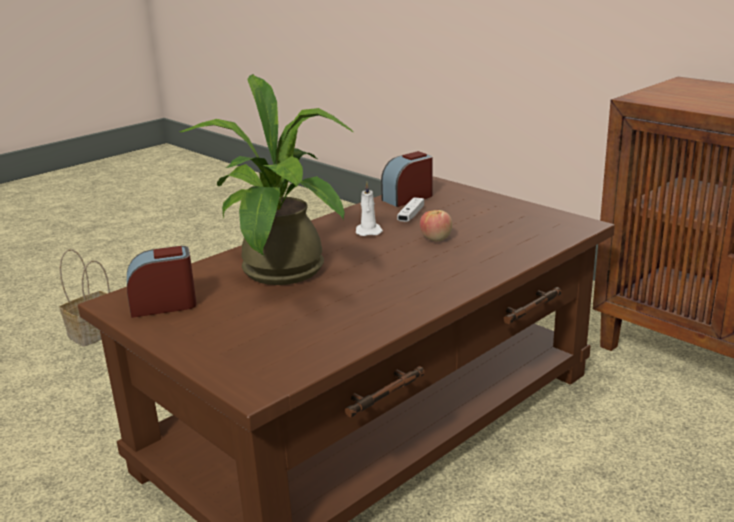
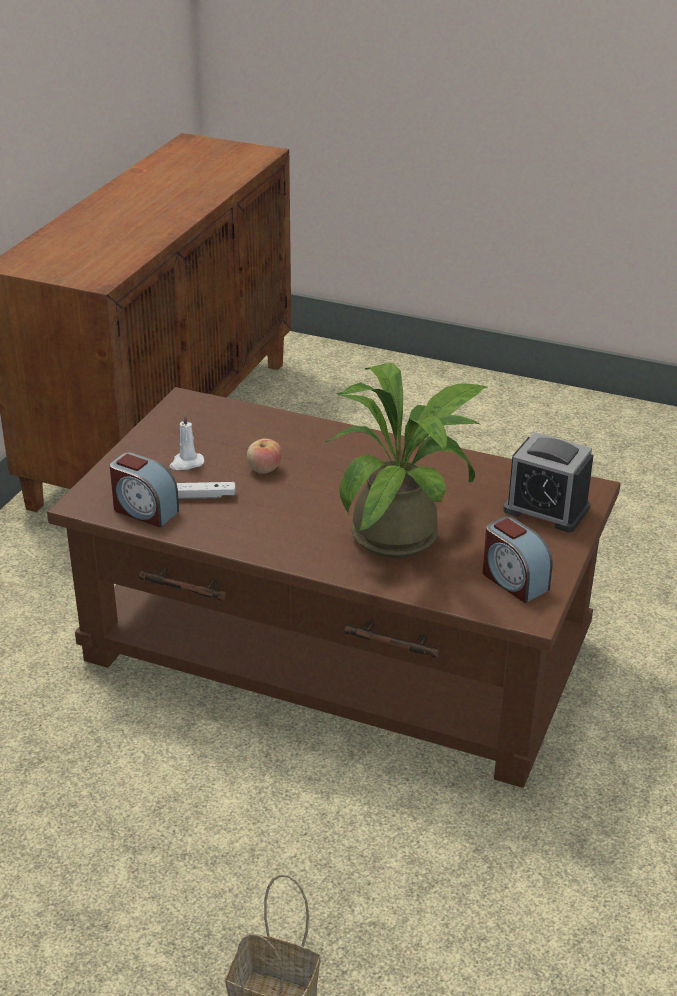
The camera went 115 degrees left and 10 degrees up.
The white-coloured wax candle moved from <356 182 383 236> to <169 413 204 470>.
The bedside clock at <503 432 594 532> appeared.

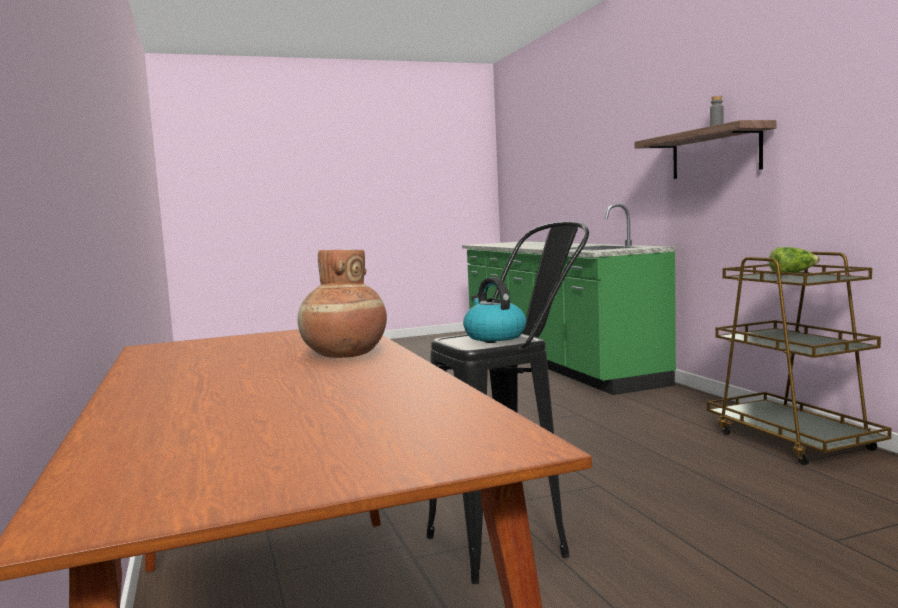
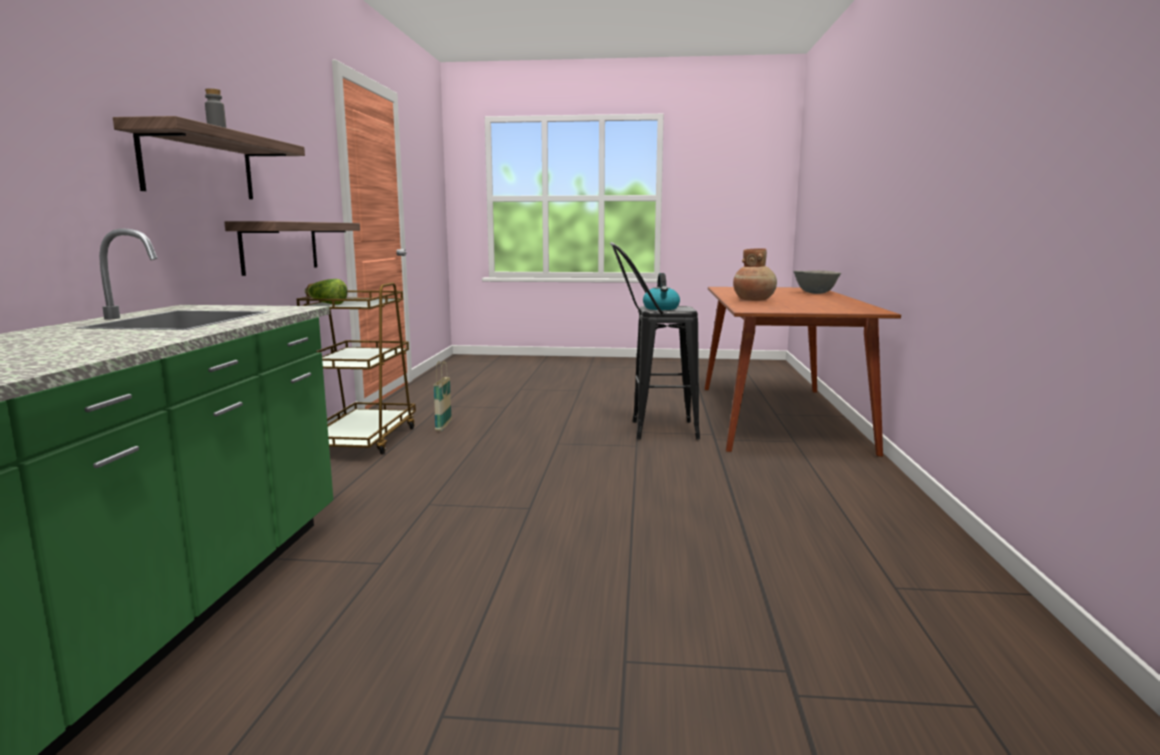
The camera went 155 degrees left and 5 degrees up.
The bracket shelf at <225 221 360 276> appeared.
The household basket at <433 361 452 431> appeared.
The greyish bowl at <793 270 841 294> appeared.

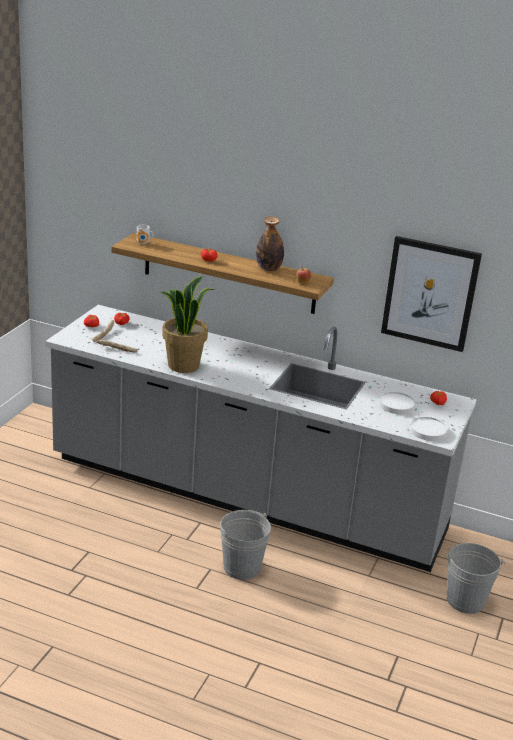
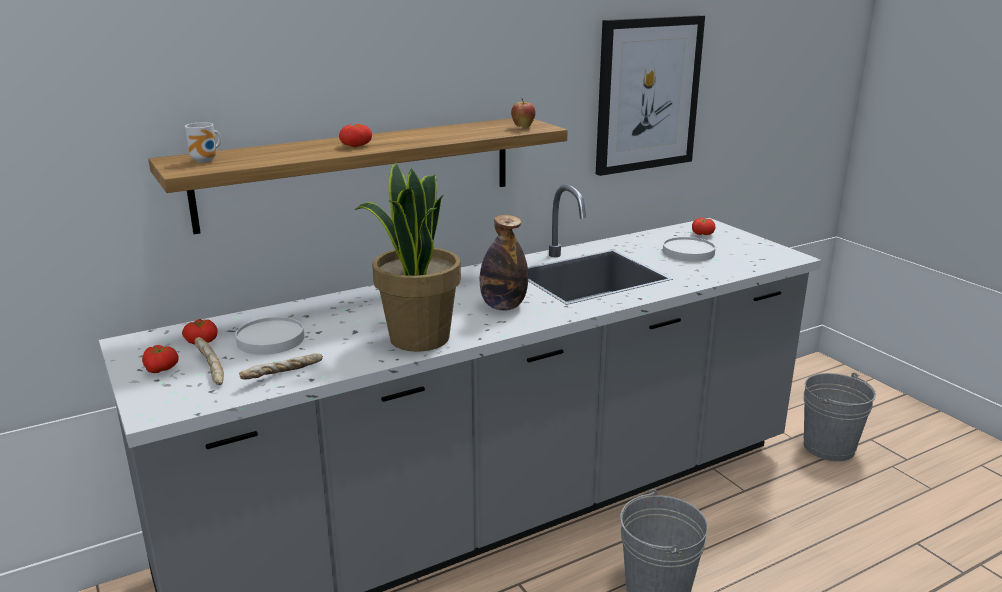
The camera went 50 degrees left and 5 degrees down.
The bottle moved from <256 216 284 271> to <480 215 528 311>.
The white-coloured plate moved from <410 417 448 441> to <235 317 304 355>.

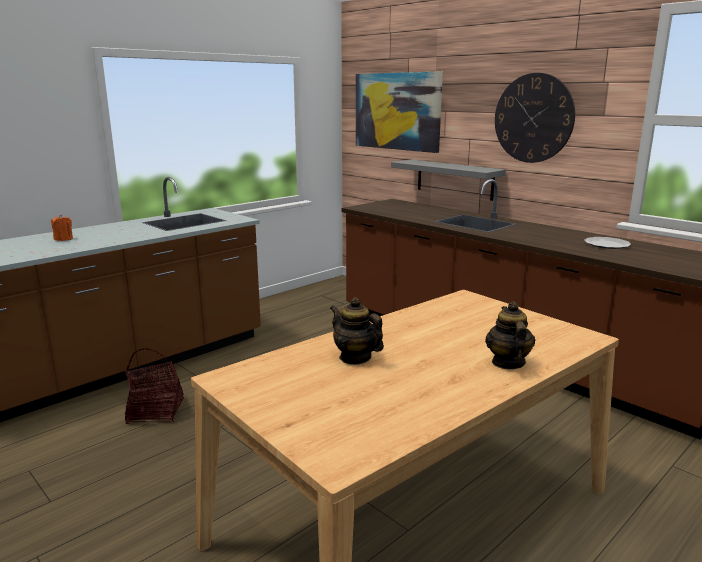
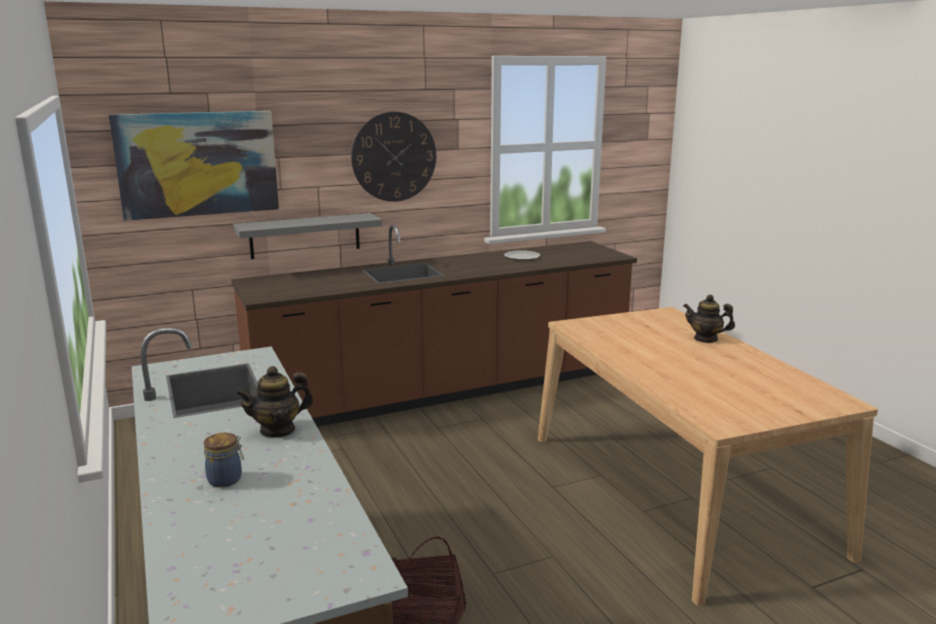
The camera went 70 degrees left and 0 degrees up.
The orange wax candle at <51 215 73 241> was replaced by the preserve jar at <204 433 244 487>.
The tea pot moved from <330 297 384 365> to <235 366 314 438>.

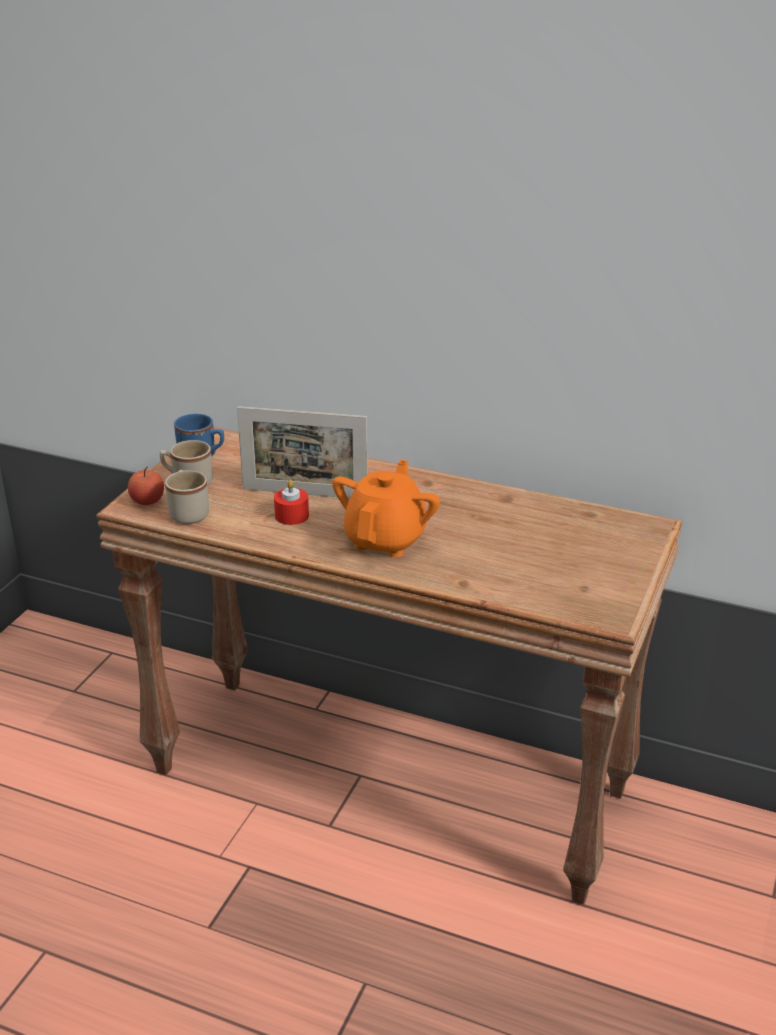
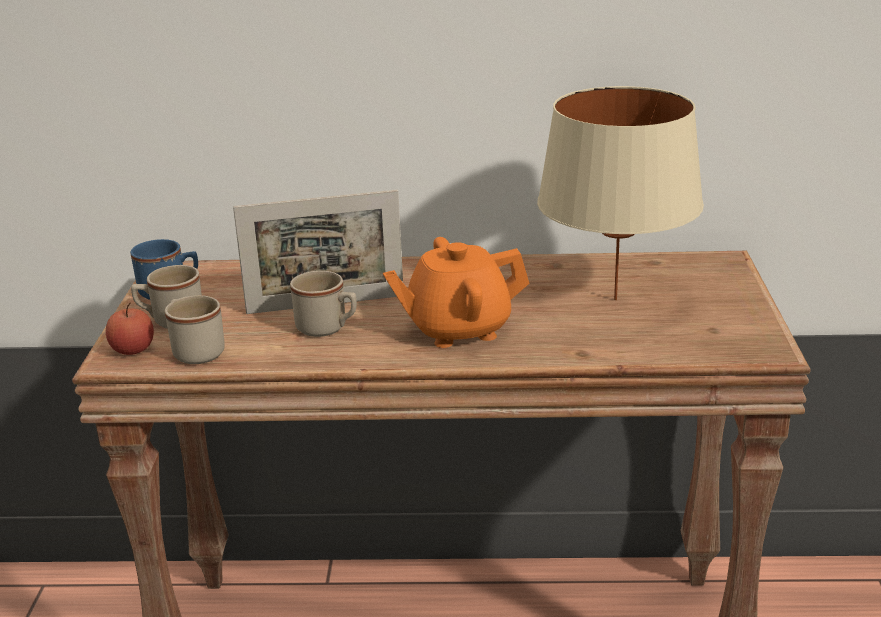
The camera went 20 degrees left and 5 degrees down.
The reddish wax candle at <274 480 309 525> was replaced by the beige-coloured mug at <290 271 357 337>.
The orange tea pot at <332 460 440 557> turned 105 degrees counterclockwise.
The beige-coloured tabletop lamp at <537 86 704 300> appeared.

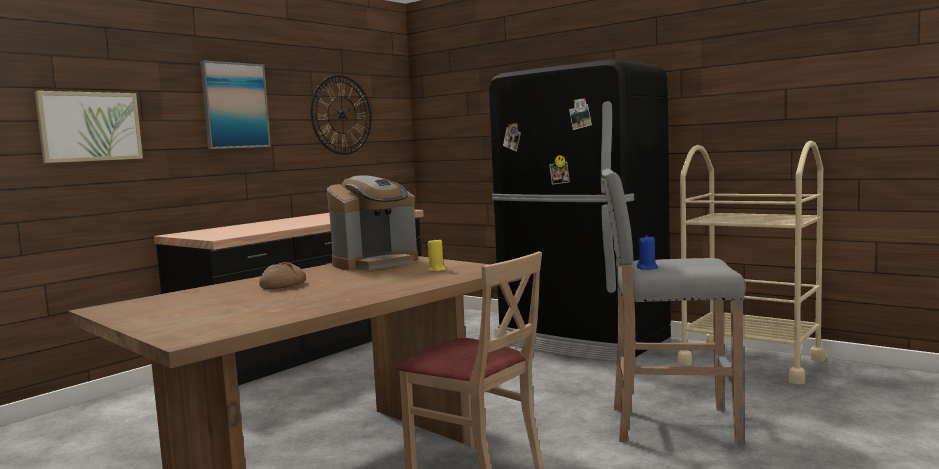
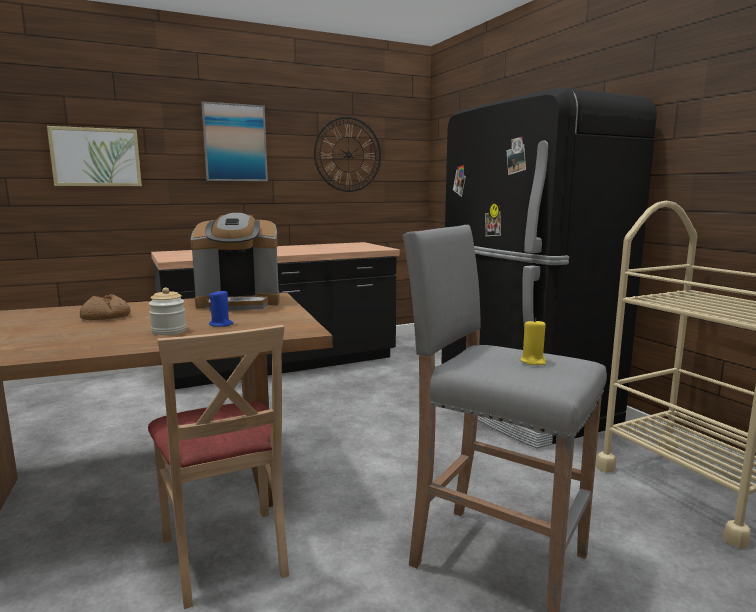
The camera went 25 degrees right and 5 degrees up.
The yellowish wax candle moved from <428 240 446 271> to <520 318 546 365>.
The blue wax candle moved from <637 236 658 270> to <209 289 233 327>.
The preserve jar at <149 287 186 335> appeared.

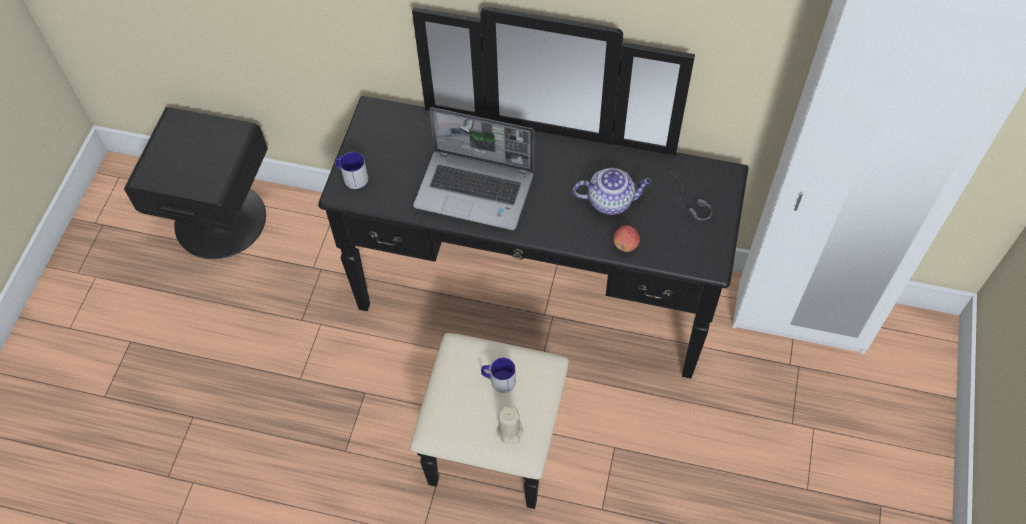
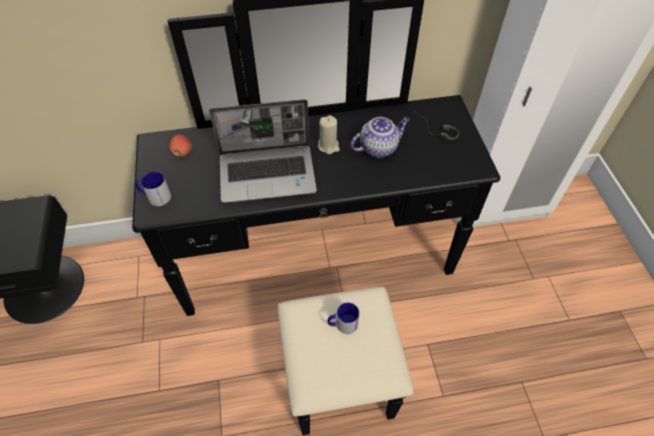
The camera went 25 degrees left and 5 degrees down.
The beige-coloured wax candle moved from <497 406 523 444> to <318 115 340 154>.
The apple moved from <613 225 640 252> to <169 135 192 157>.

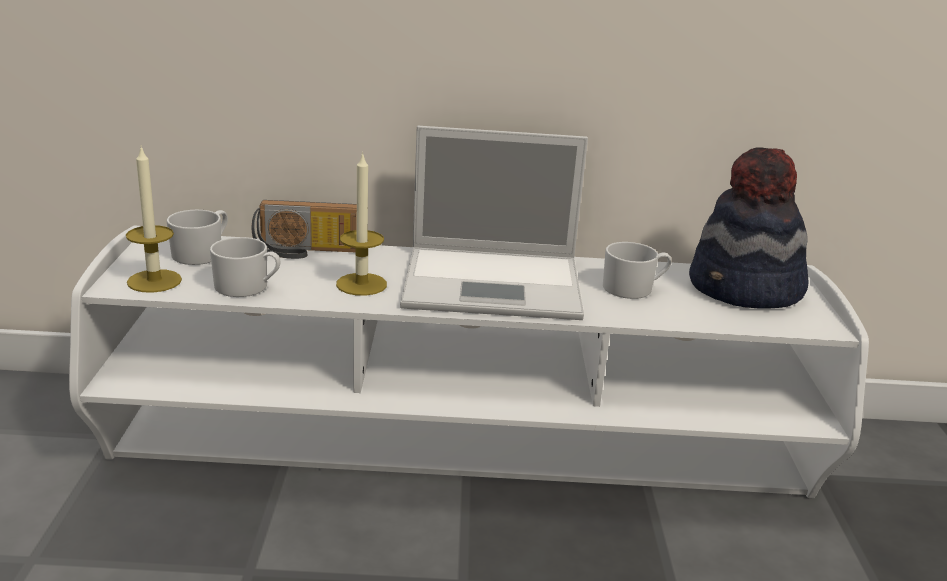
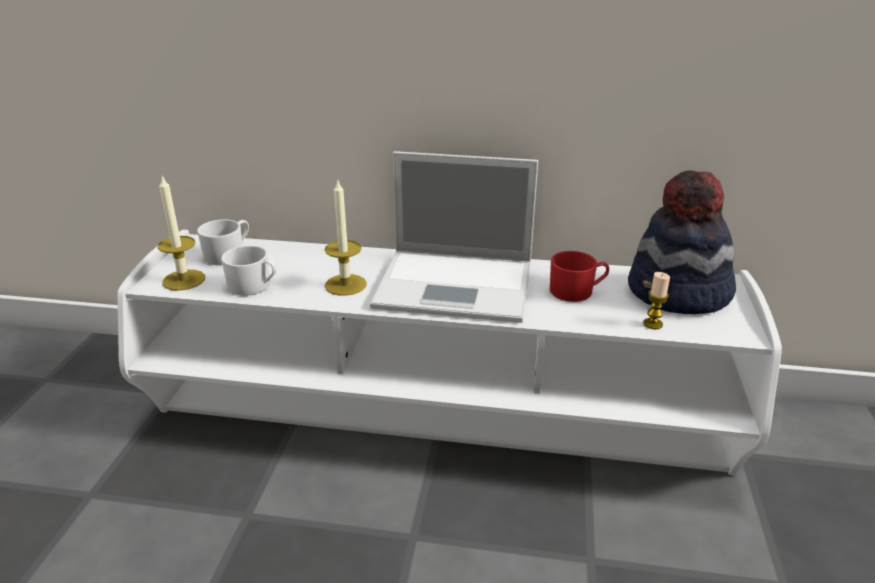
The camera went 10 degrees right and 5 degrees up.
The radio at <251 200 357 259> disappeared.
The white-coloured mug at <603 242 671 299> became the reddish mug at <550 251 609 302>.
The wax candle at <643 272 670 329> appeared.

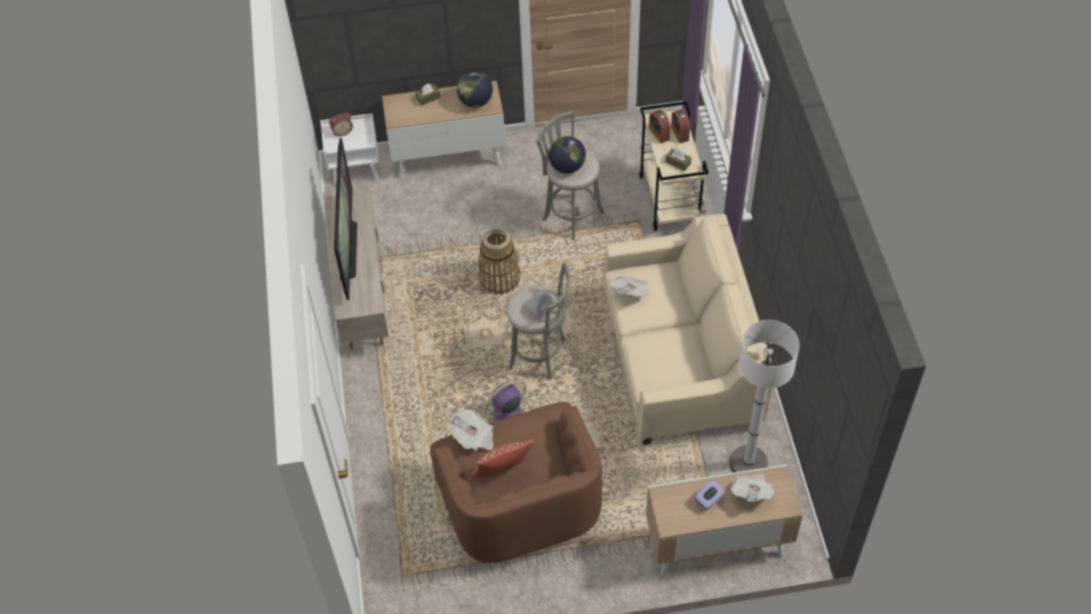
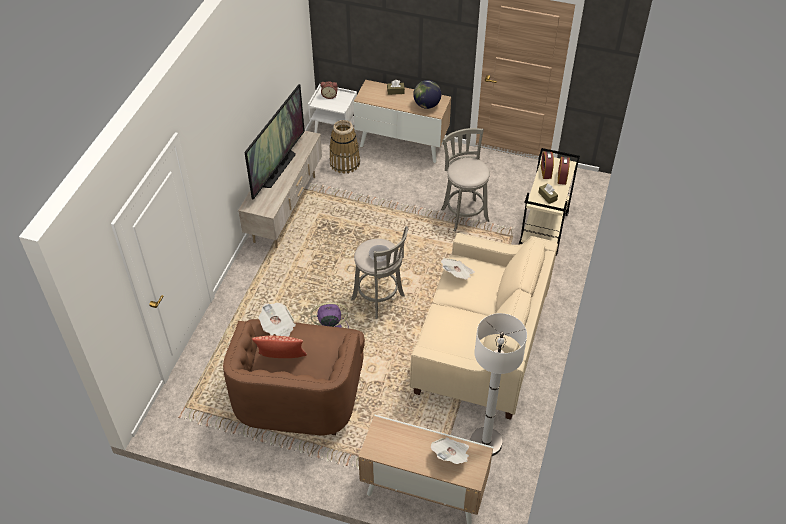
The camera went 25 degrees right and 5 degrees down.
The household basket moved from <478 228 520 295> to <329 120 360 174>.
The globe at <549 136 586 174> disappeared.
The purple-coloured tissue box at <695 480 725 511> disappeared.

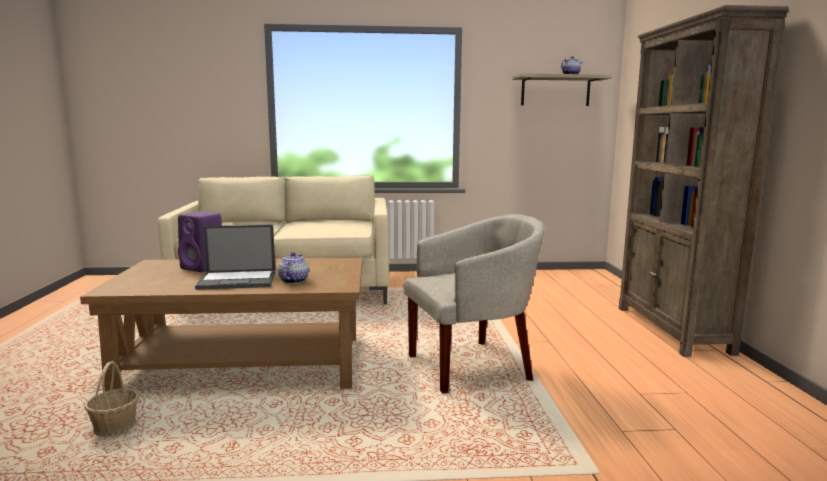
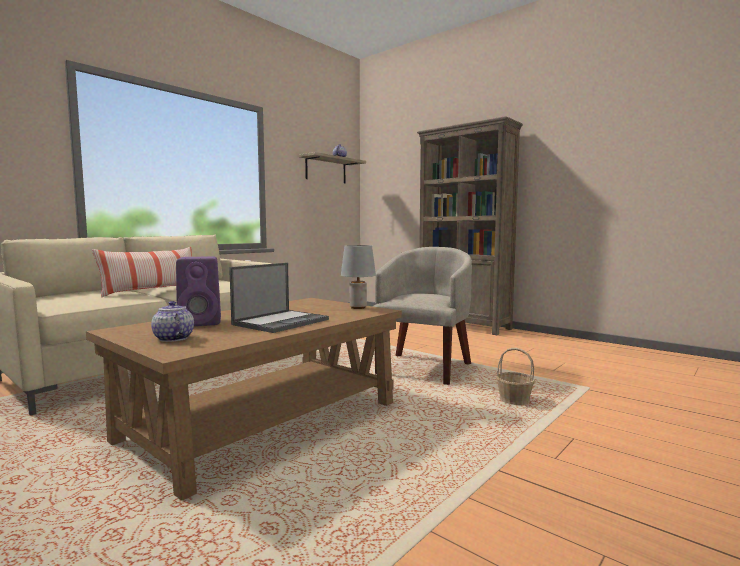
The camera went 45 degrees left and 5 degrees down.
The household basket moved from <84 361 139 437> to <496 348 535 405>.
The tea pot moved from <278 252 309 284> to <151 301 194 342>.
The cushion at <92 247 192 297> appeared.
The greyish tabletop lamp at <341 245 376 309> appeared.

